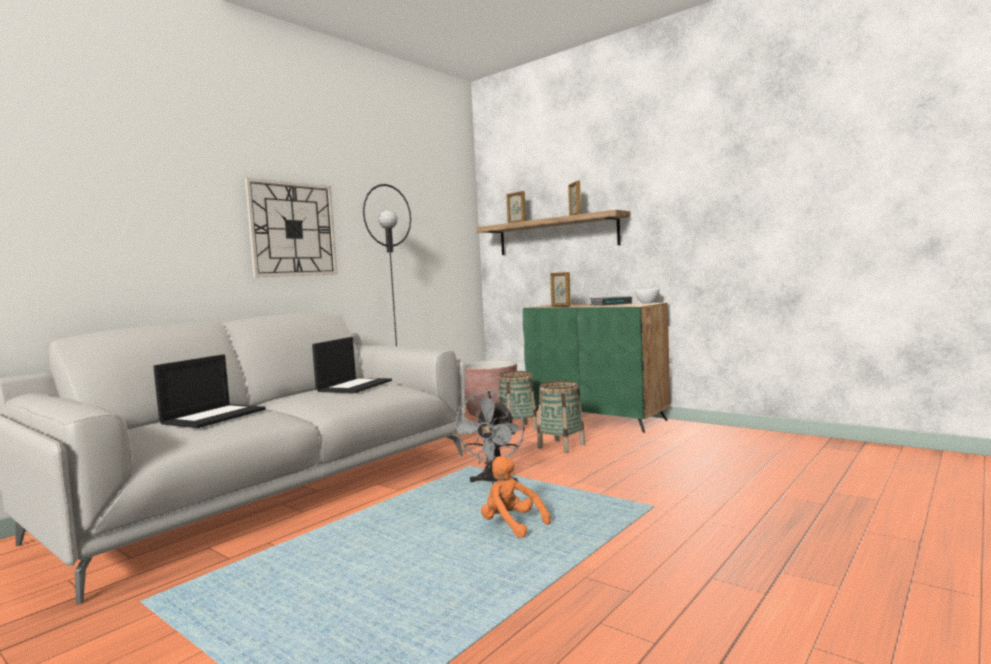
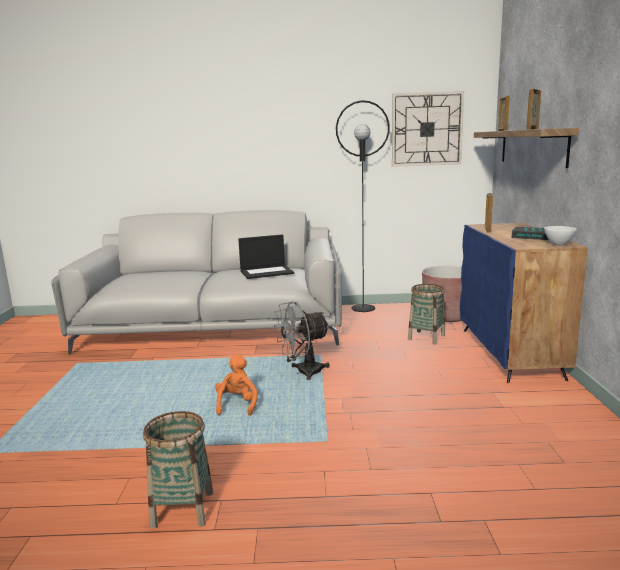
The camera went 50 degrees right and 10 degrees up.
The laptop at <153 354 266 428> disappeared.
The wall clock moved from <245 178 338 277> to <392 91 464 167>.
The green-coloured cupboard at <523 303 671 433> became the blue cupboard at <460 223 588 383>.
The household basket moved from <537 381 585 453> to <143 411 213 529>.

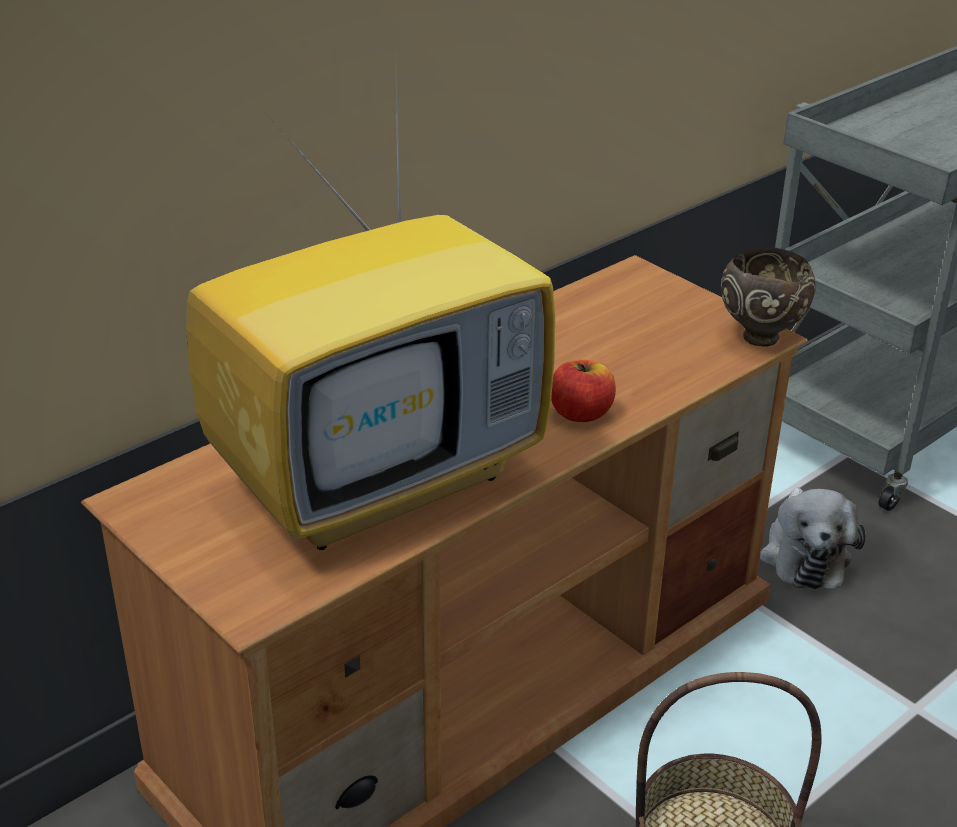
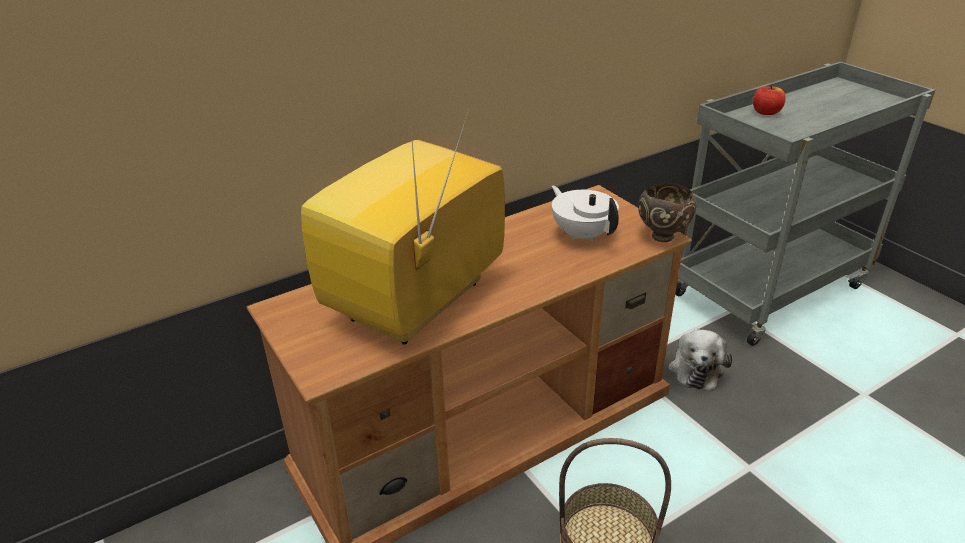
The camera went 10 degrees right and 0 degrees up.
The TV set at <186 50 555 550> turned 150 degrees clockwise.
The apple moved from <551 360 616 422> to <753 85 786 115>.
The white-coloured tea pot at <552 185 619 242> appeared.

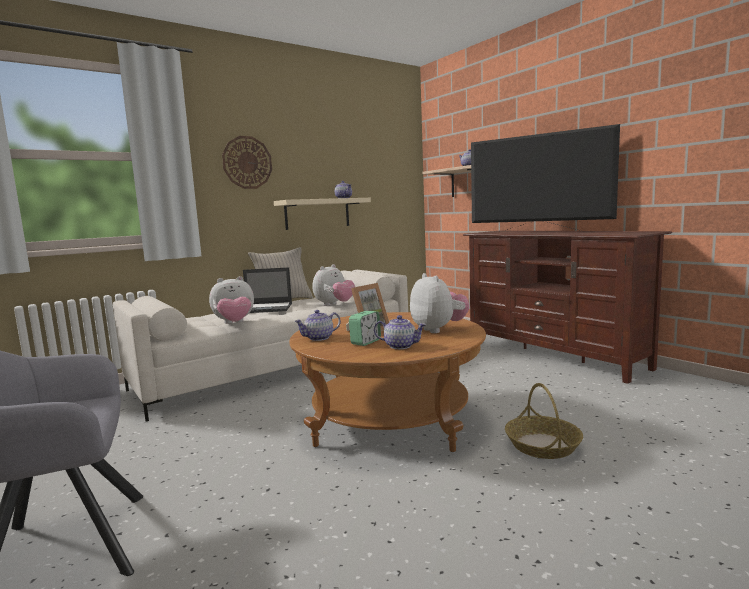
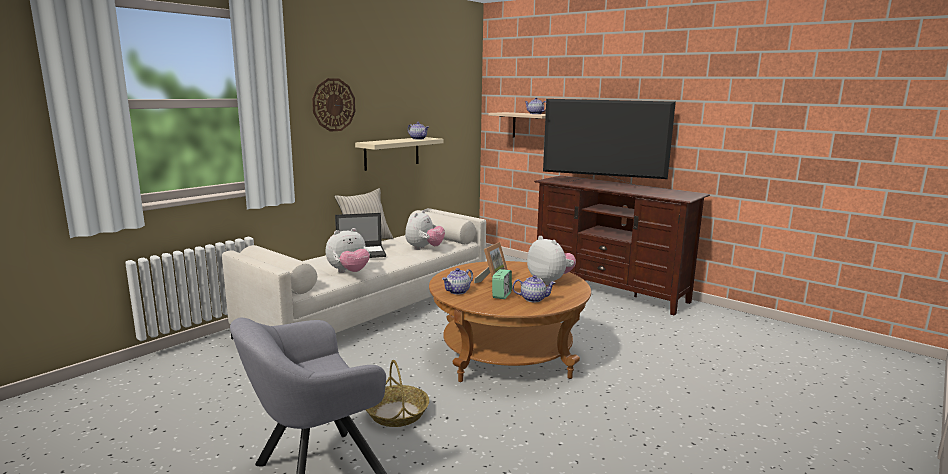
The camera went 15 degrees left and 5 degrees up.
The household basket moved from <505 383 583 459> to <366 360 429 427>.

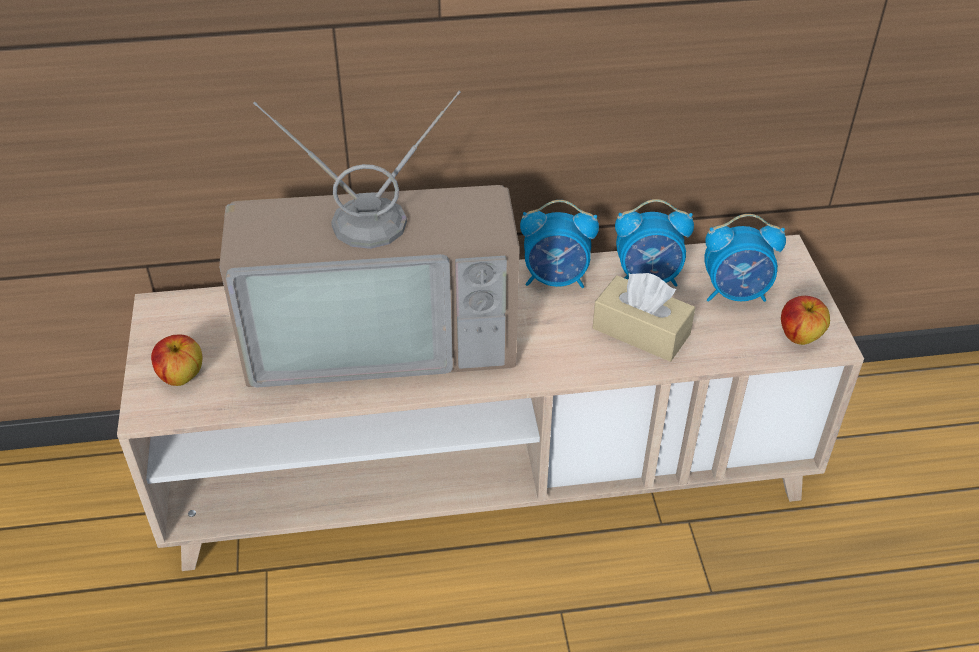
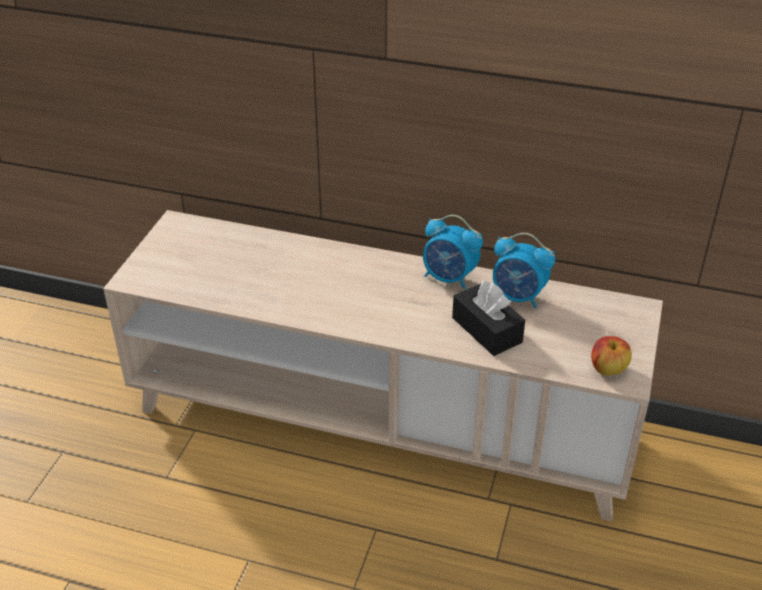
The camera went 25 degrees right and 5 degrees down.
The apple at <151 335 203 386> disappeared.
The TV set at <219 91 520 387> disappeared.
The beige-coloured tissue box at <592 273 695 362> became the blackish tissue box at <452 280 525 356>.
The bedside clock at <704 214 786 302> disappeared.

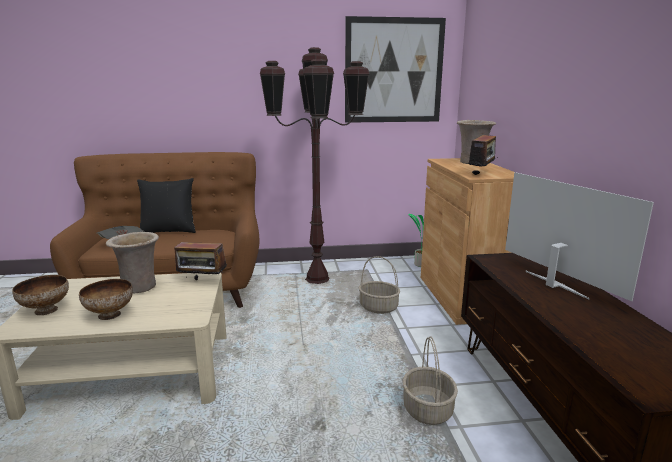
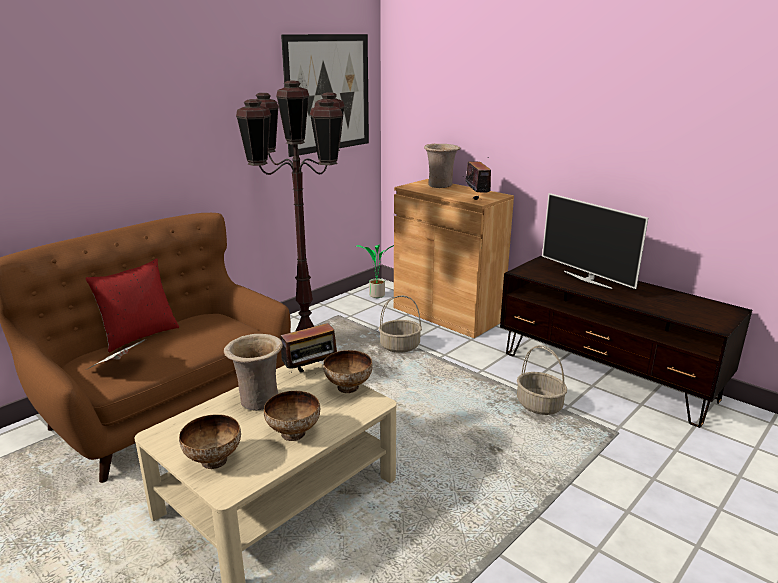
The camera went 40 degrees left and 5 degrees up.
The blackish cushion at <137 178 196 233> became the reddish cushion at <85 259 179 352>.
The TV set at <505 172 654 301> turned 150 degrees counterclockwise.
The bowl at <323 350 373 393> appeared.

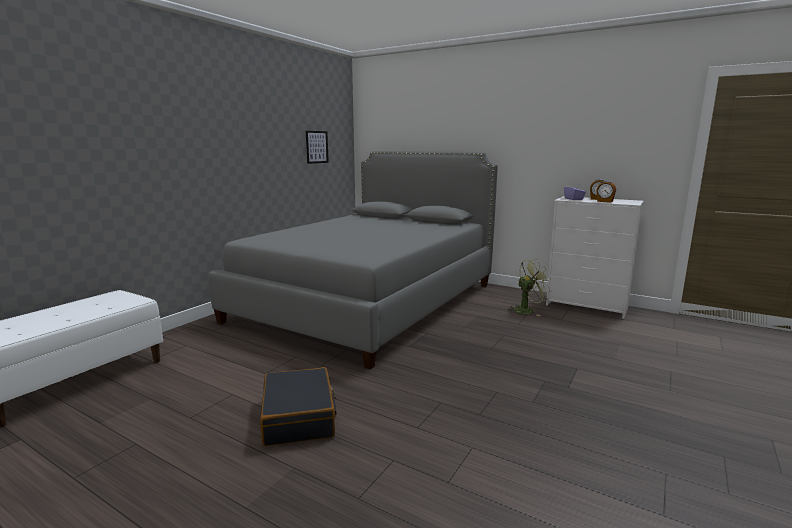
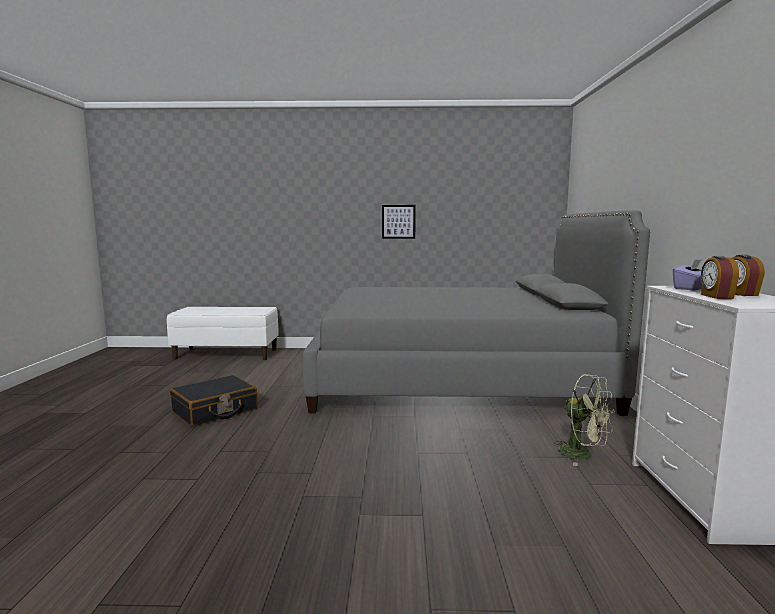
The camera went 60 degrees right and 5 degrees down.
The picture moved from <306 131 329 164> to <382 205 416 239>.

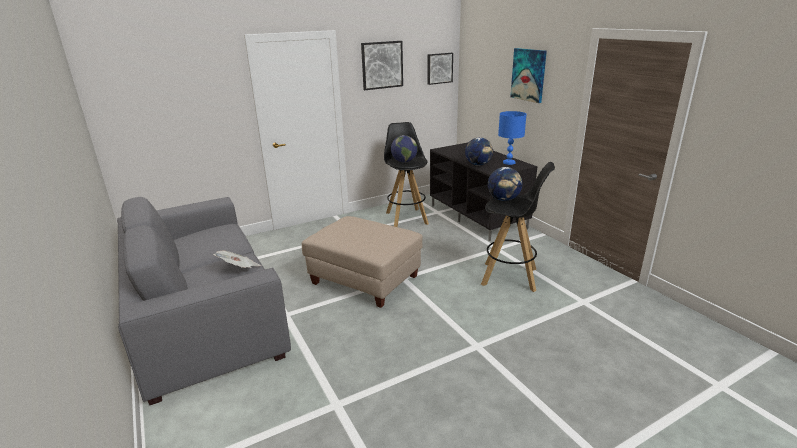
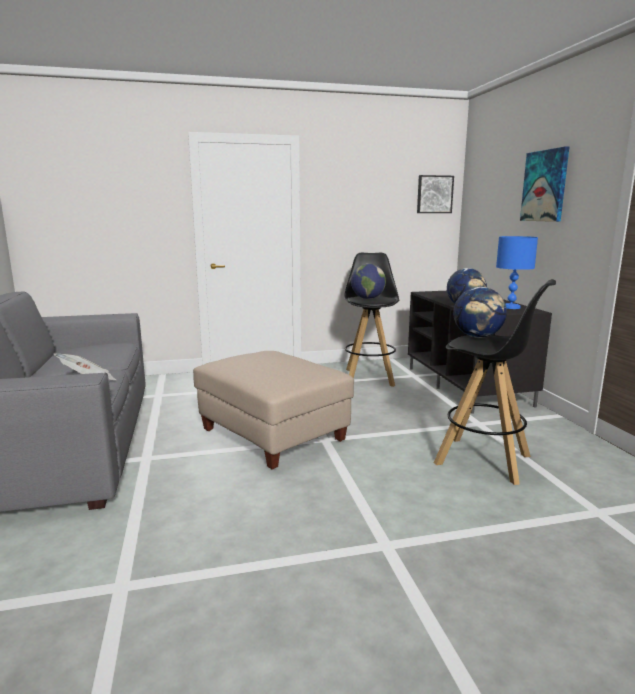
The camera went 15 degrees right and 10 degrees down.
The picture at <361 41 403 90> disappeared.

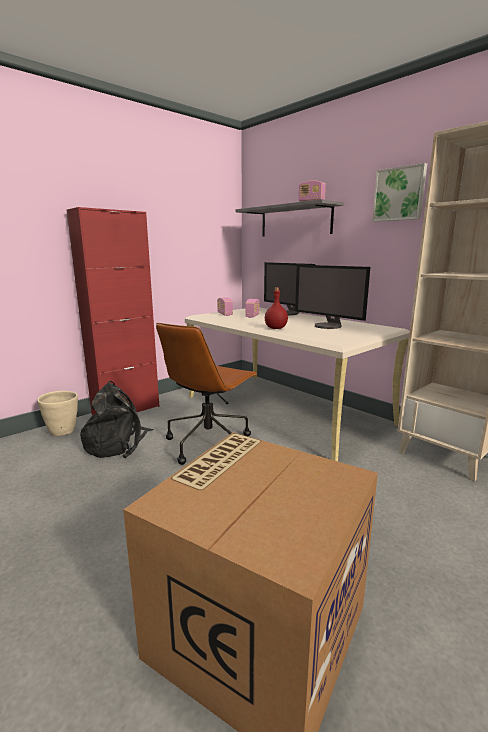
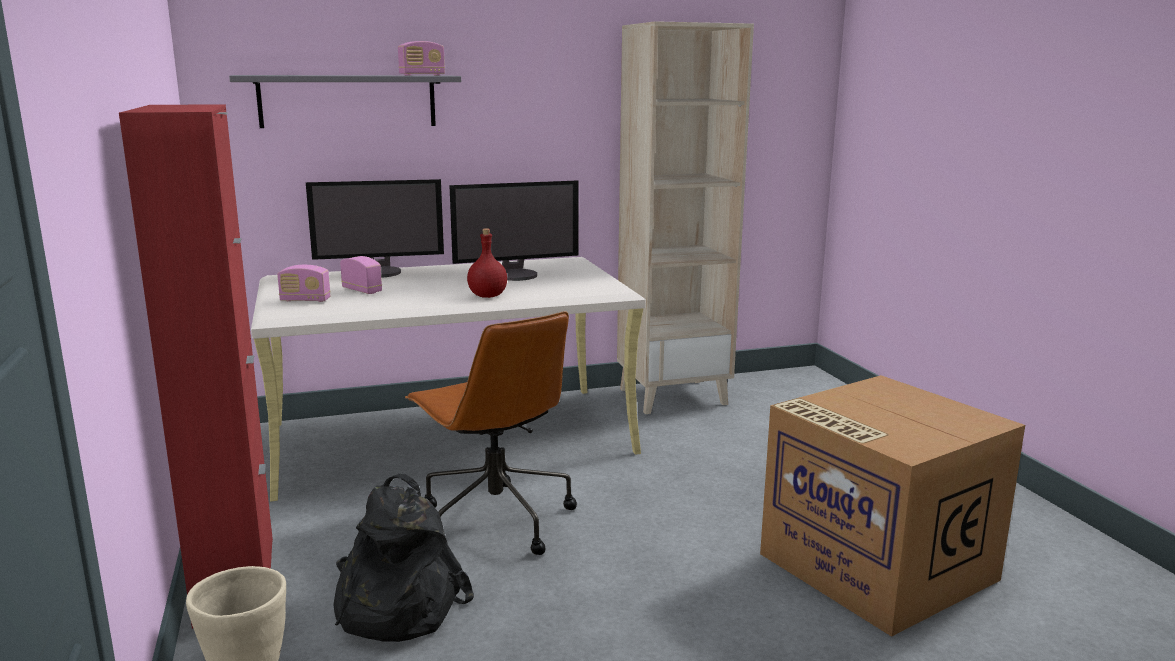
The camera went 65 degrees left and 0 degrees up.
The picture at <372 163 427 222> disappeared.

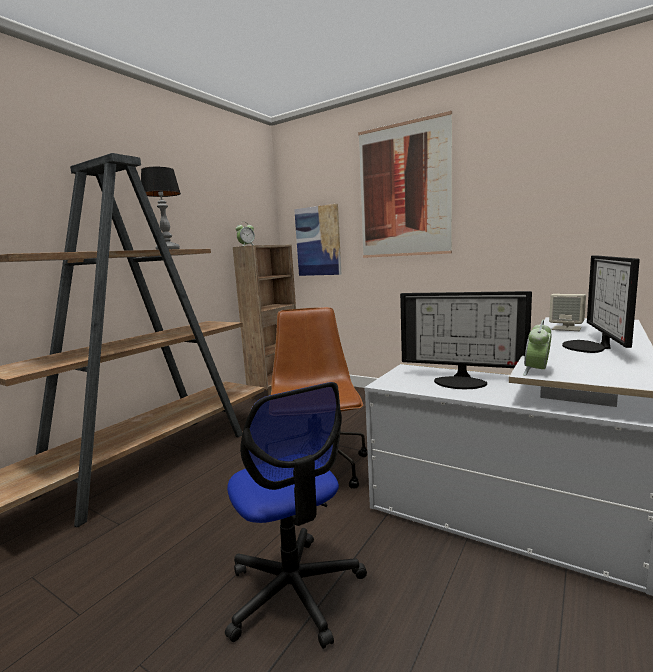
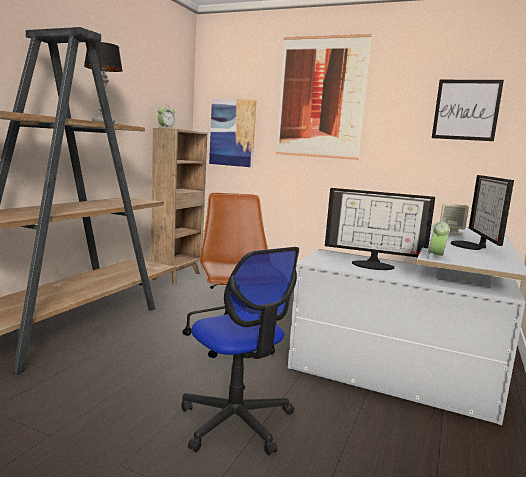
The camera went 10 degrees left and 0 degrees up.
The picture at <432 80 504 141> appeared.

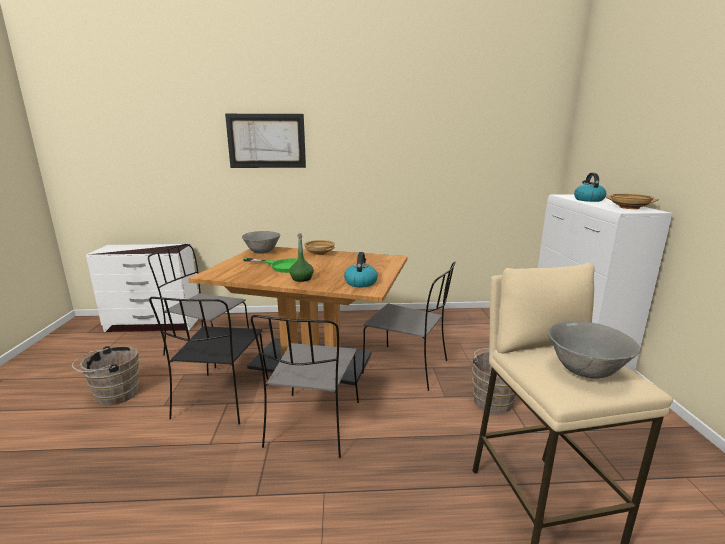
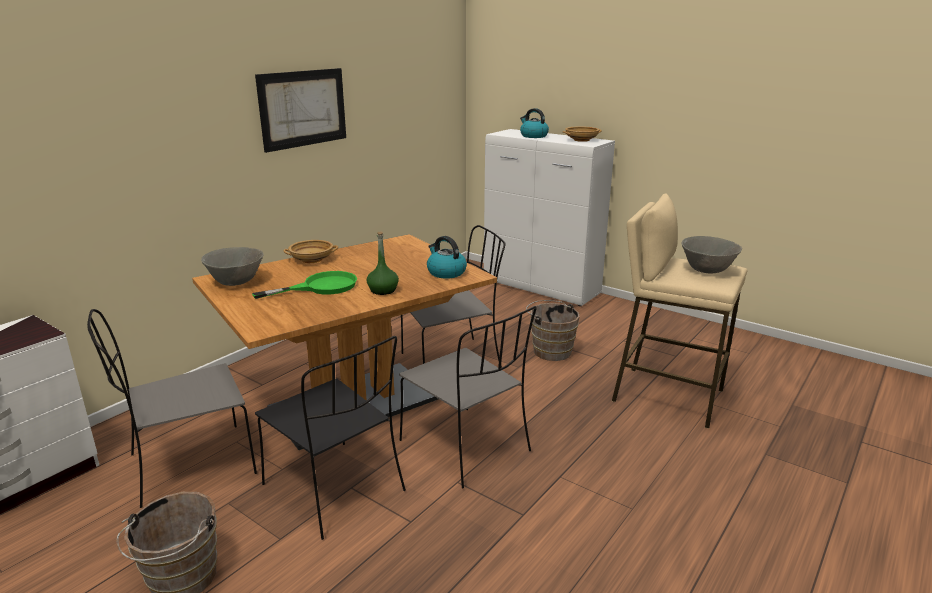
The camera went 50 degrees left and 5 degrees up.
The picture moved from <225 114 306 168> to <255 68 346 153>.

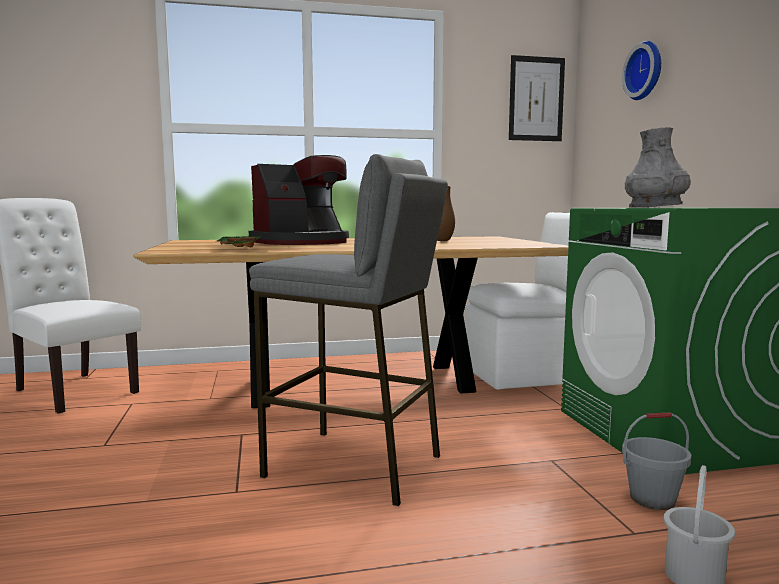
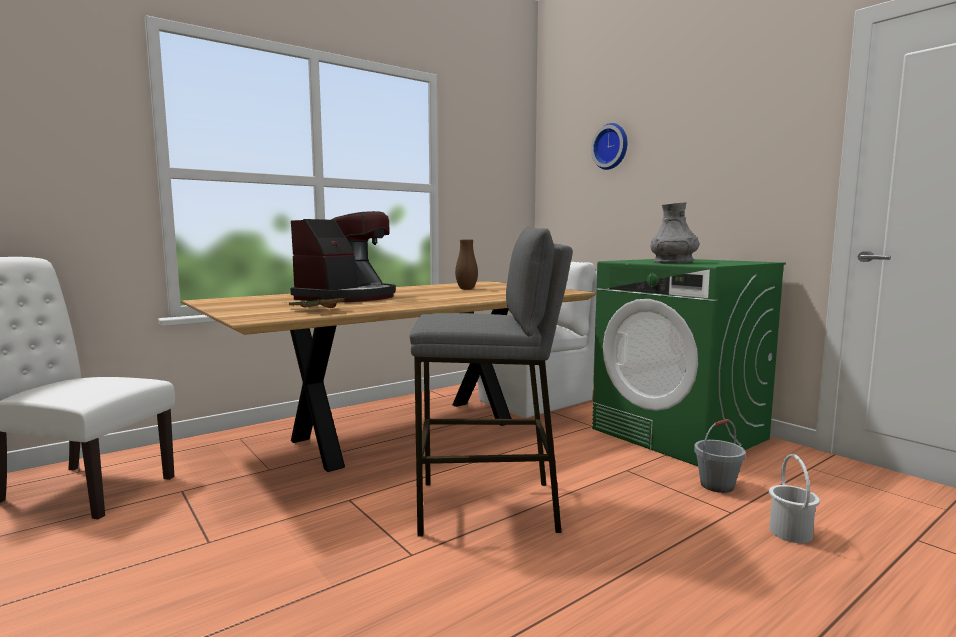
The camera went 25 degrees left and 0 degrees up.
The picture at <509 55 565 141> disappeared.

